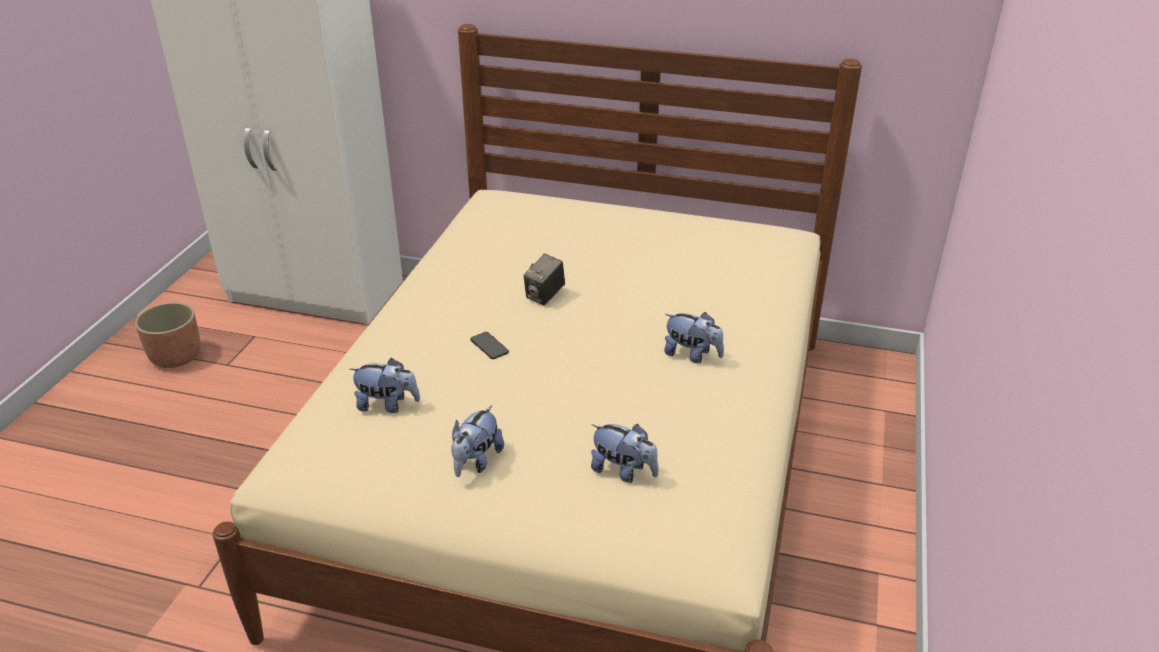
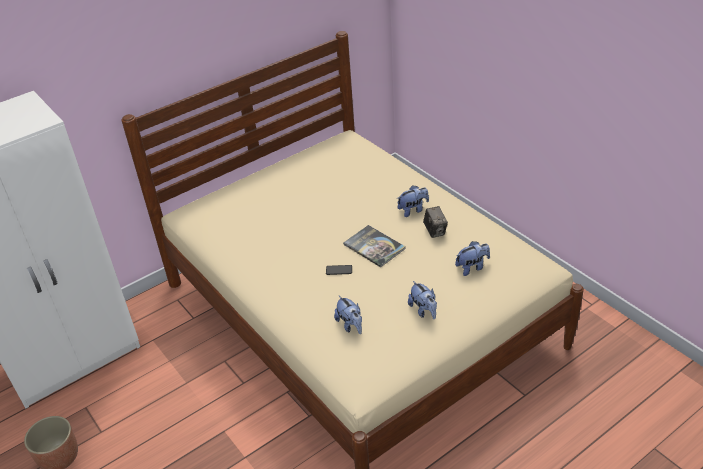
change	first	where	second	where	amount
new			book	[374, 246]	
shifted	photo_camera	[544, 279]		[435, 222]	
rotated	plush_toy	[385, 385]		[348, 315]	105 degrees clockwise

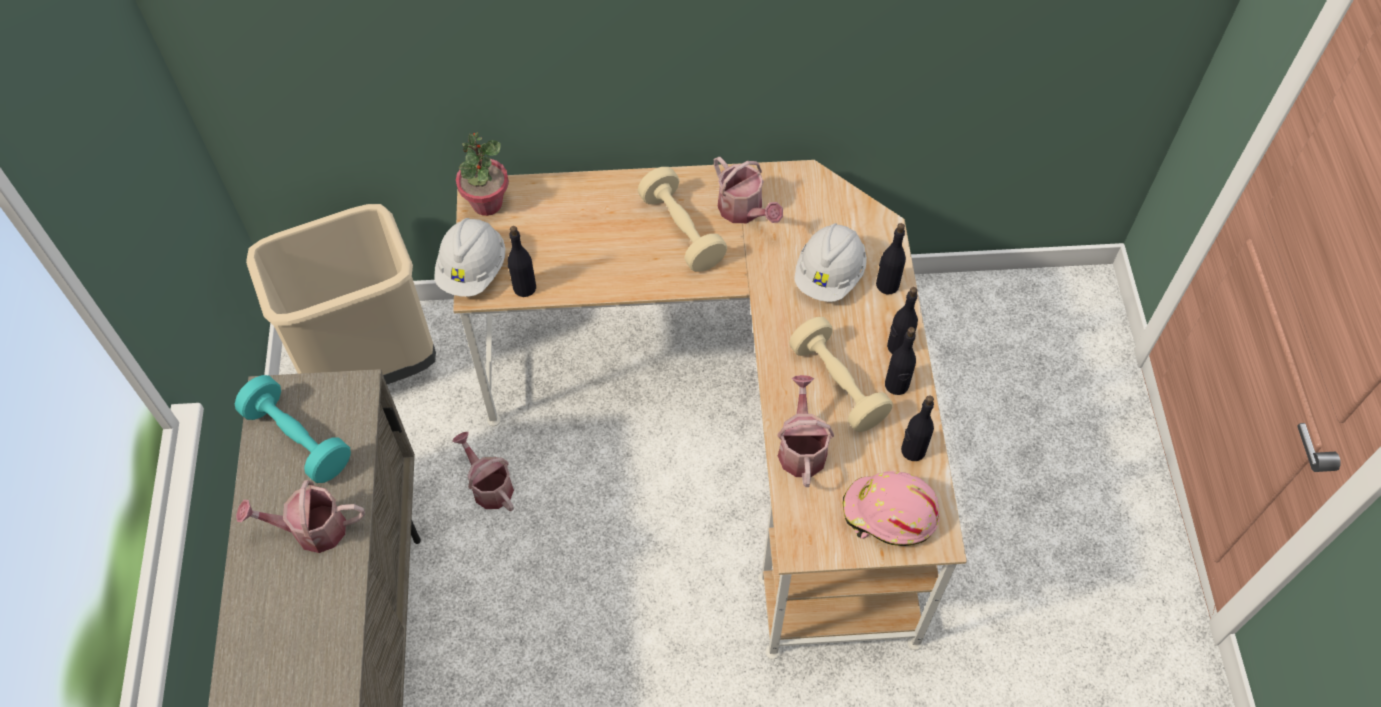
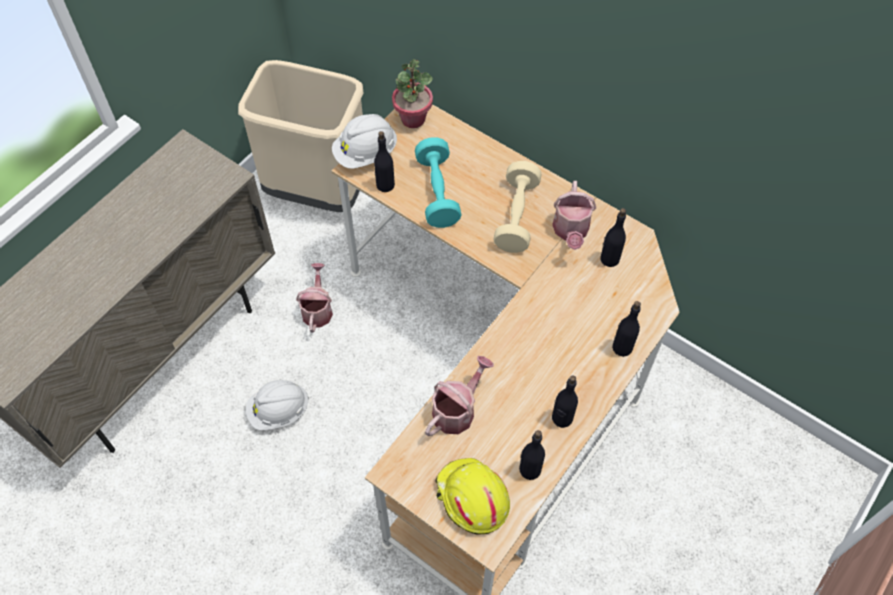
change	first	where	second	where	amount
gone	watering_can	[300, 516]			
gone	beige_dumbbell	[841, 374]			
shifted	turquoise_dumbbell	[293, 429]		[438, 182]	
shifted	white_hard_hat	[830, 262]		[277, 405]	
shifted	black_bottle	[902, 320]		[613, 237]	
repainted	pink_hard_hat	[891, 508]	yellow_hard_hat	[472, 496]	

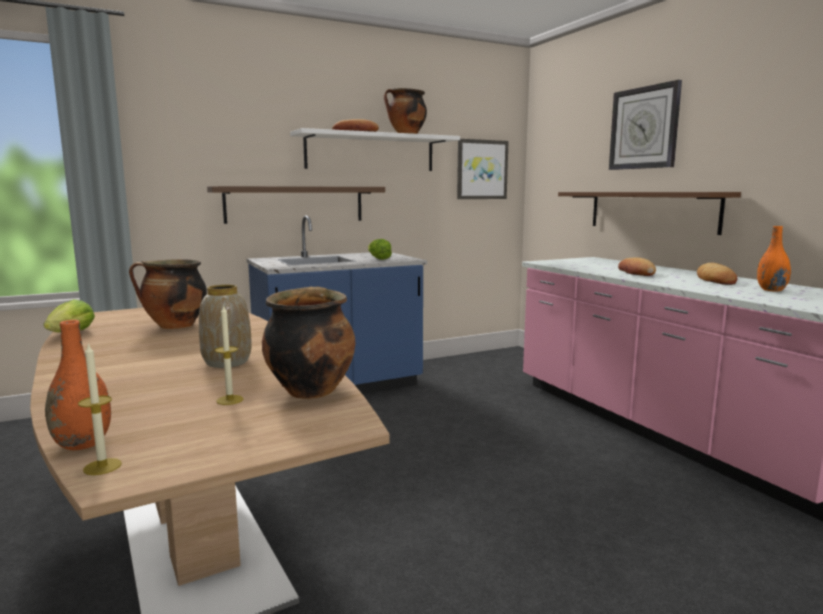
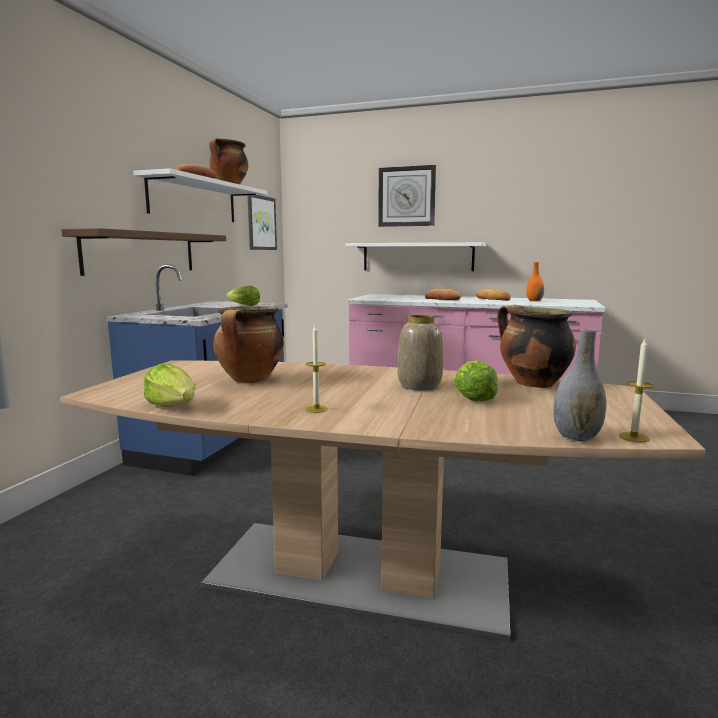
change	first	where	second	where	amount
new			lettuce	[476, 381]	
shifted	candle	[229, 355]		[316, 369]	
repainted	orange_vase	[78, 385]	grey_vase	[580, 385]	
repainted	brown_shelf	[649, 213]	white_shelf	[416, 256]	

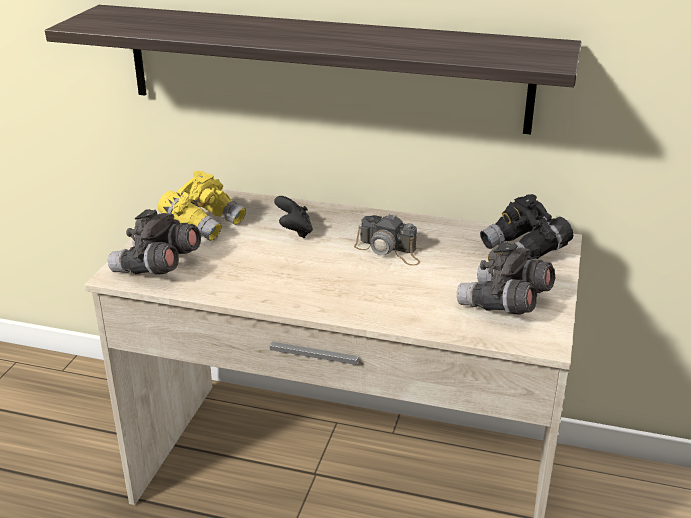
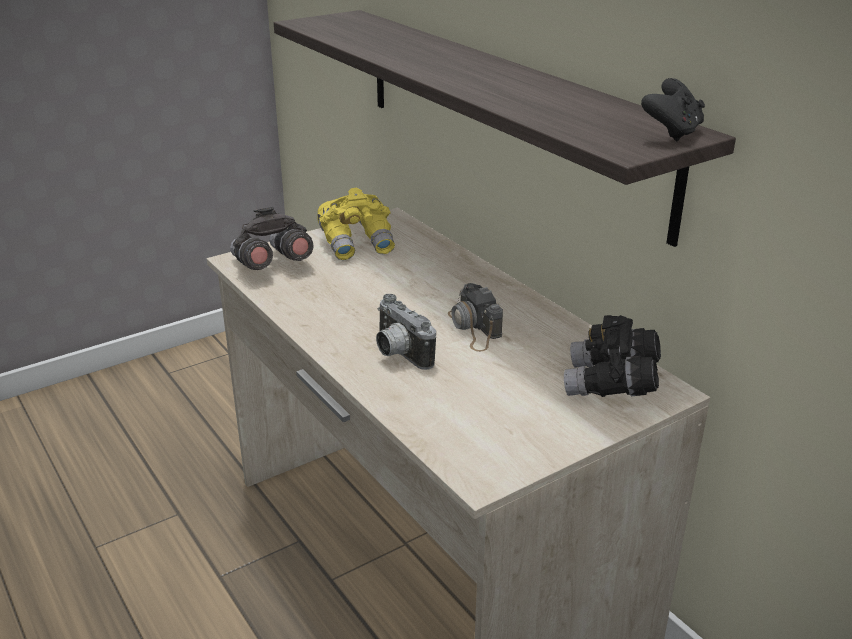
change	first	where	second	where	amount
gone	grey_binoculars	[506, 278]			
new			photo_camera	[406, 332]	
shifted	black_game_controller	[293, 217]		[673, 109]	

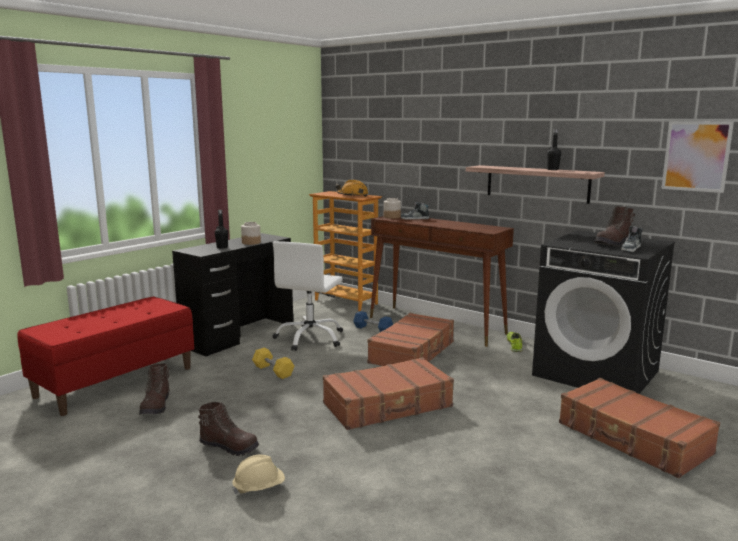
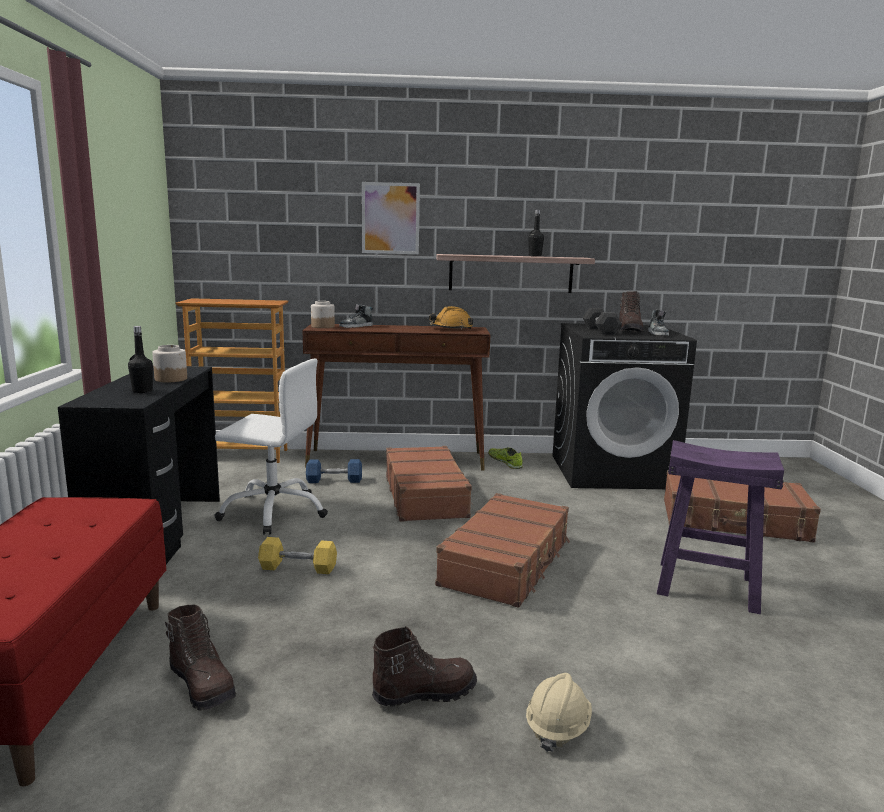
change	first	where	second	where	amount
new			grey_dumbbell	[602, 321]	
new			purple_stool	[720, 527]	
shifted	orange_hard_hat	[352, 188]		[451, 318]	
shifted	picture	[697, 157]		[391, 218]	
rotated	white_office_chair	[308, 296]		[271, 447]	60 degrees counterclockwise

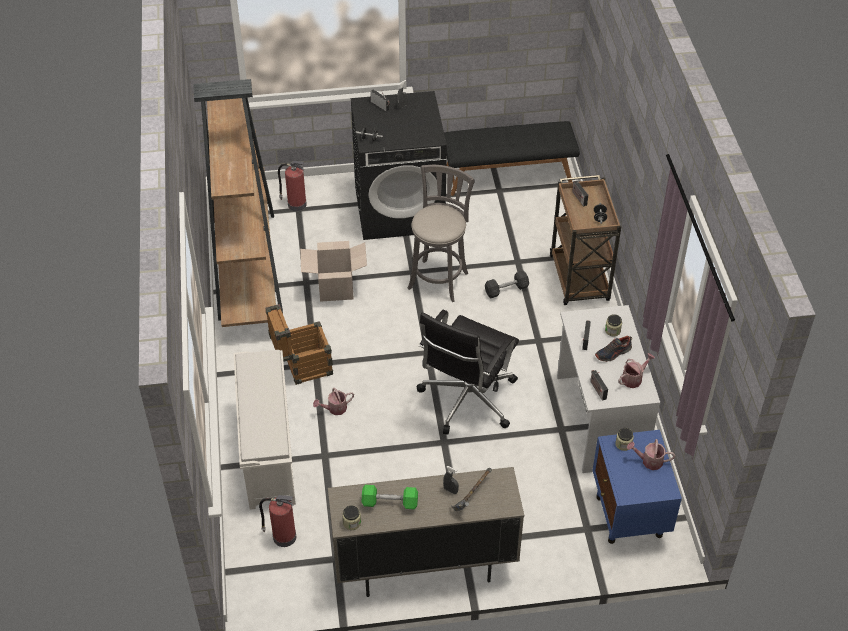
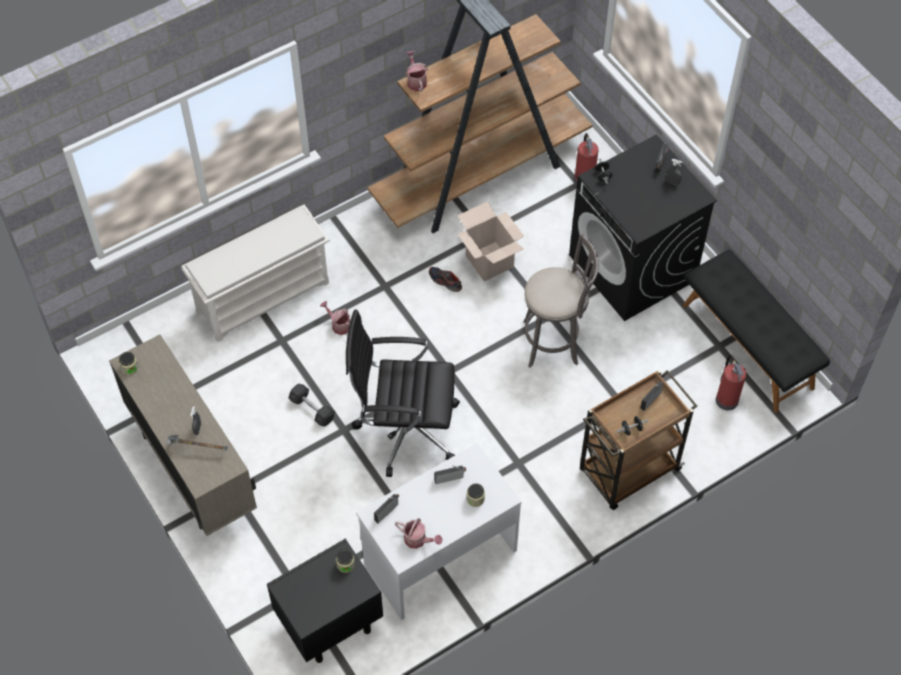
change	first	where	second	where	amount
gone	crate	[299, 344]			
gone	green_dumbbell	[390, 497]			
shifted	fire_extinguisher	[277, 521]		[731, 382]	
shifted	grey_dumbbell	[507, 284]		[311, 405]	
shifted	shoe	[613, 349]		[445, 279]	
shifted	watering_can	[651, 454]		[417, 71]	
repainted	blue_nightstand	[637, 487]	black_nightstand	[325, 601]	

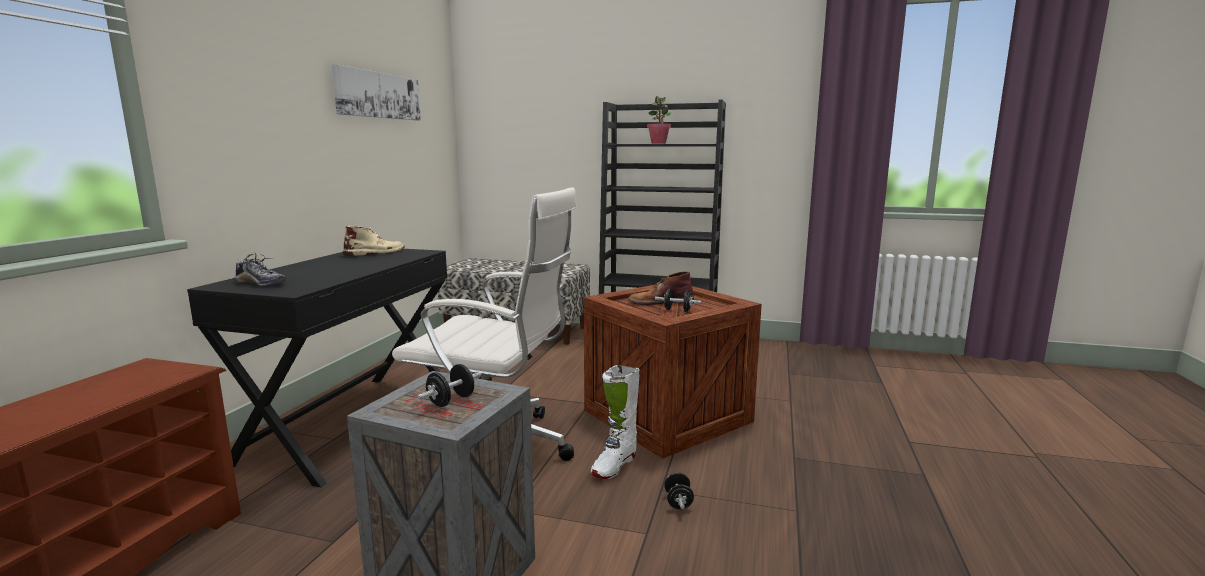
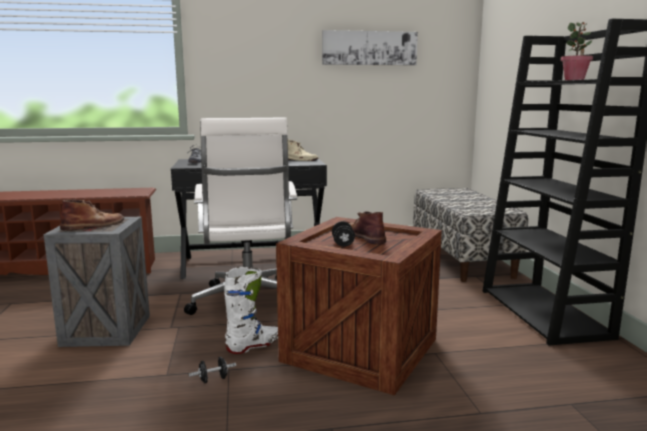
change	first	where	second	where	amount
swapped	black_dumbbell	[449, 385]	brown_boot	[92, 215]	
rotated	white_boot	[615, 422]		[251, 310]	135 degrees clockwise

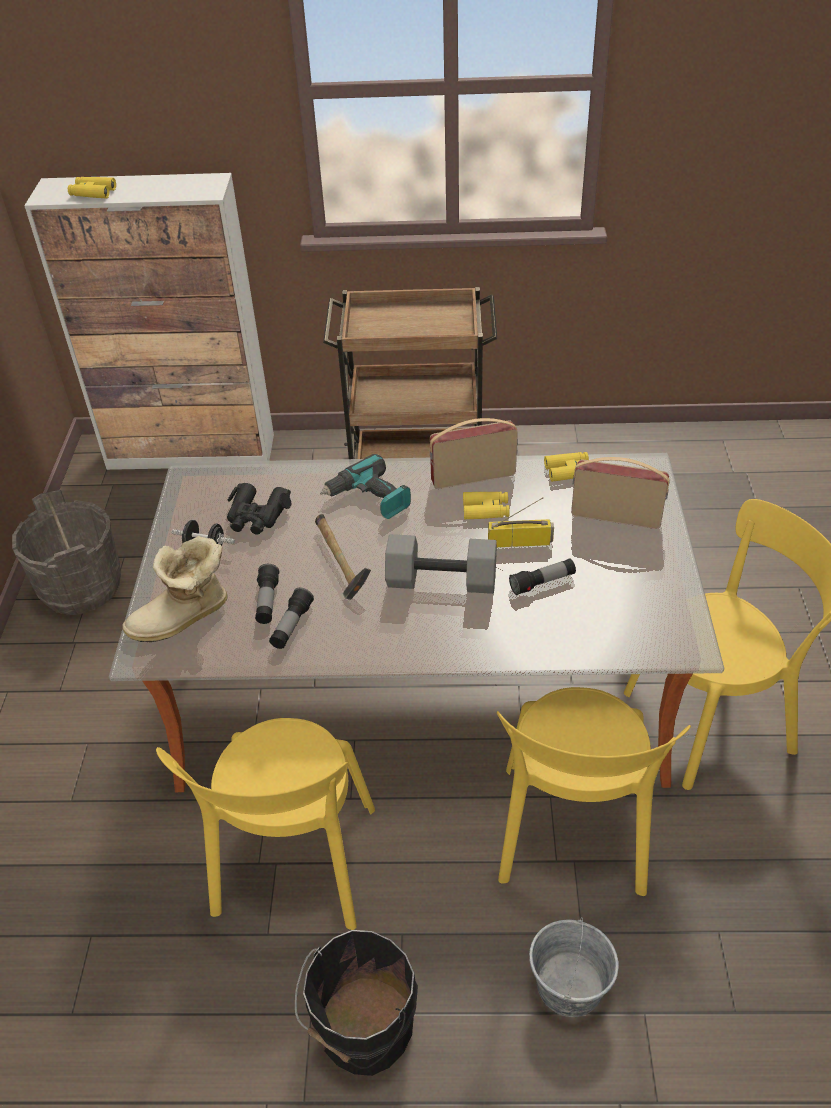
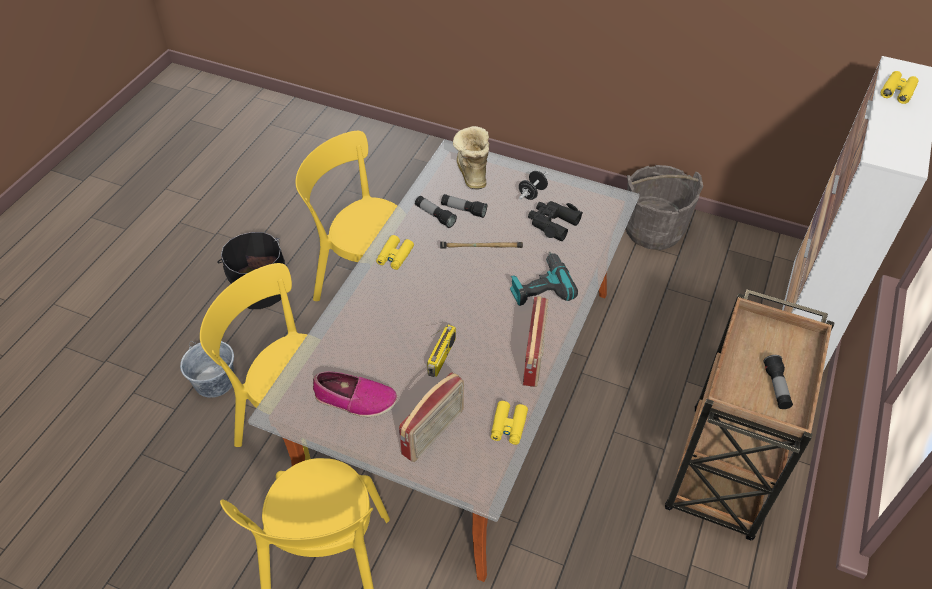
change	first	where	second	where	amount
gone	grey_dumbbell	[441, 564]			
new			shoe	[355, 394]	
shifted	yellow_binoculars	[486, 505]		[395, 252]	
shifted	flashlight	[542, 576]		[778, 382]	

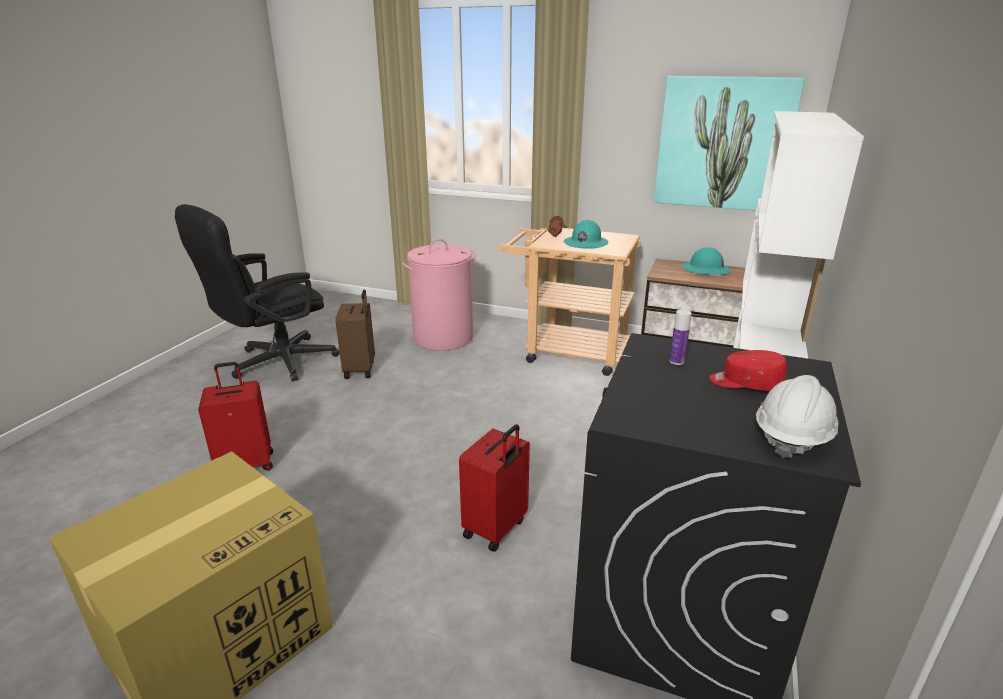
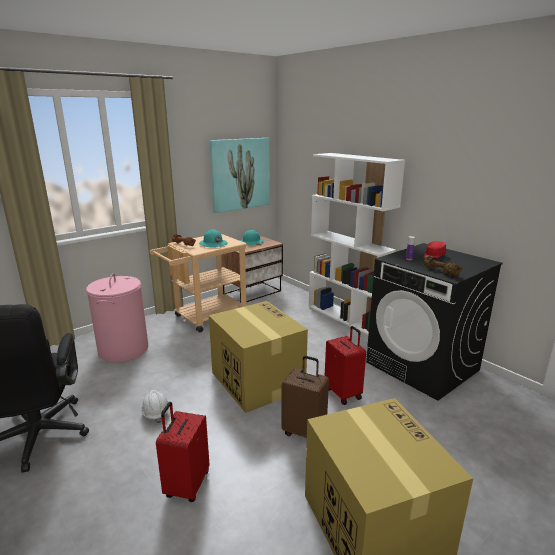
change	first	where	second	where	amount
new			cardboard_box	[258, 357]	
new			brown_dumbbell	[443, 266]	
shifted	brown_suitcase	[355, 334]		[305, 397]	
shifted	white_hard_hat	[797, 416]		[155, 406]	

